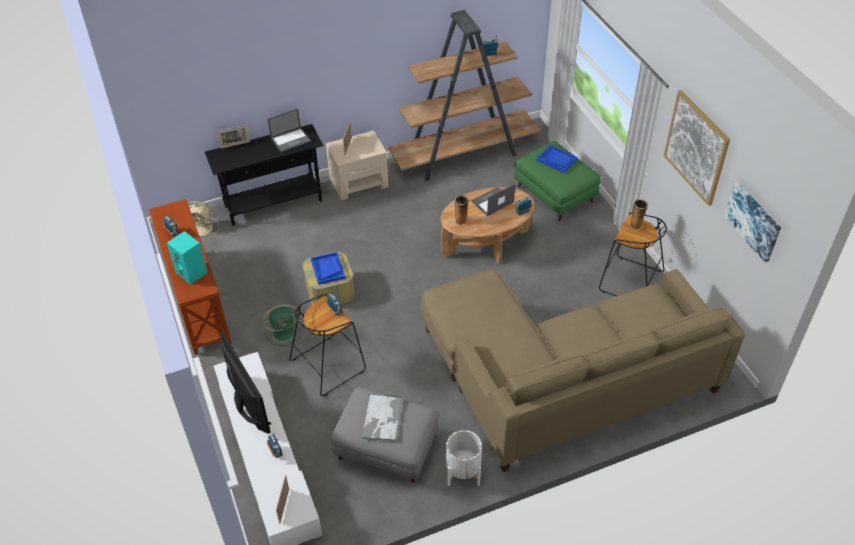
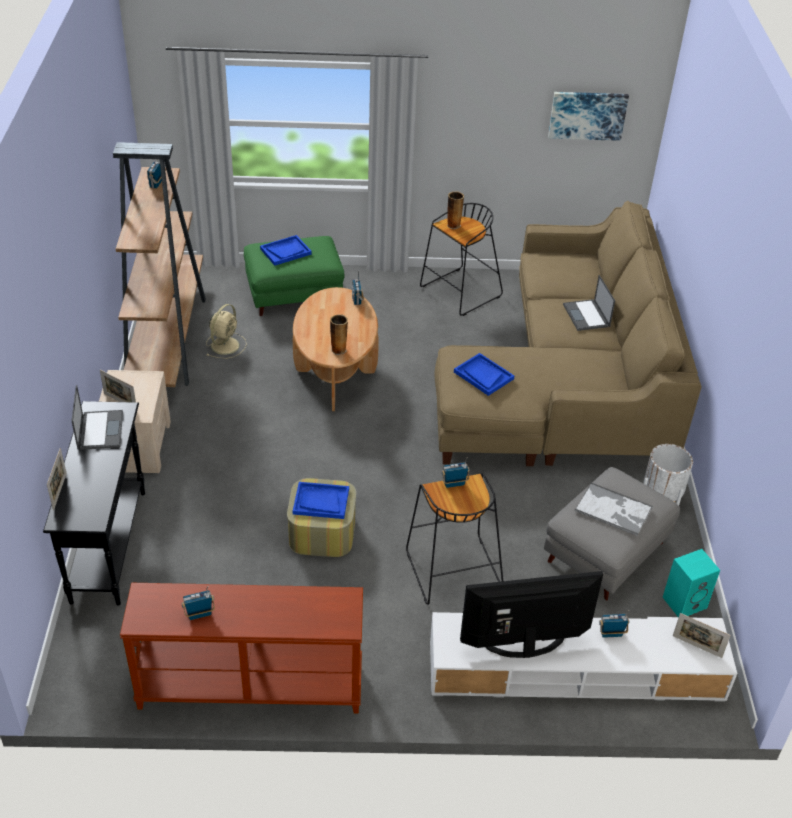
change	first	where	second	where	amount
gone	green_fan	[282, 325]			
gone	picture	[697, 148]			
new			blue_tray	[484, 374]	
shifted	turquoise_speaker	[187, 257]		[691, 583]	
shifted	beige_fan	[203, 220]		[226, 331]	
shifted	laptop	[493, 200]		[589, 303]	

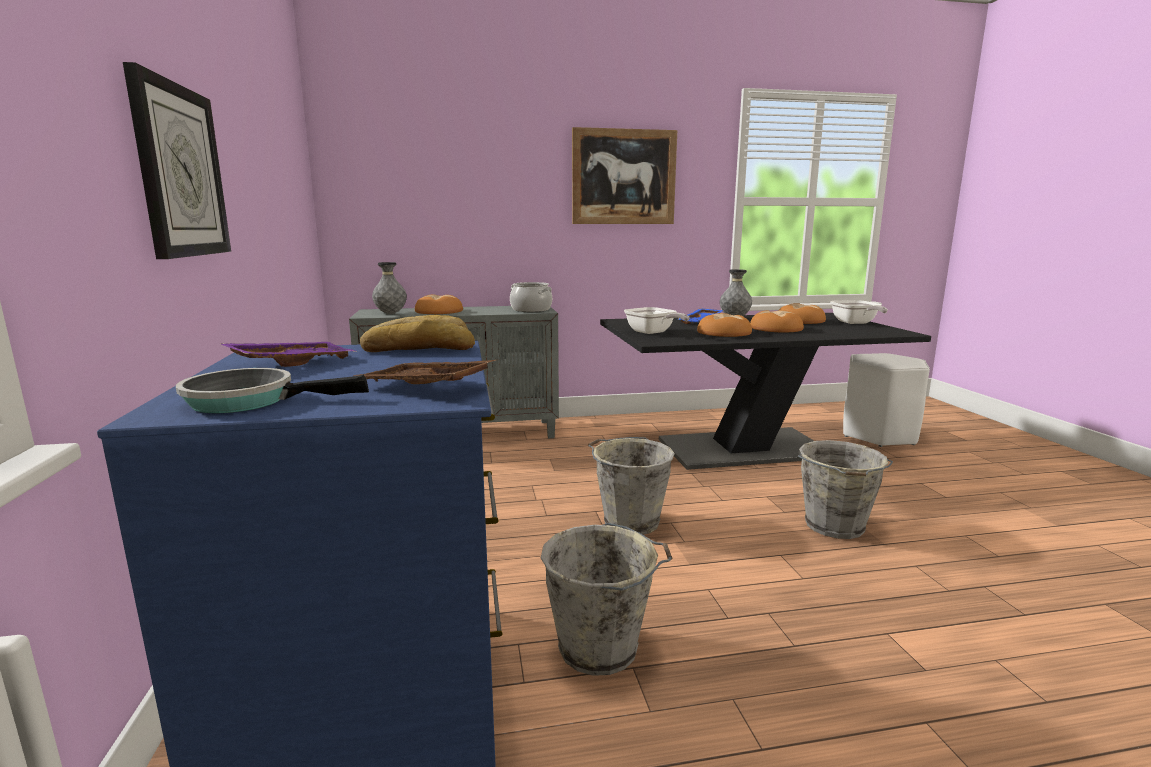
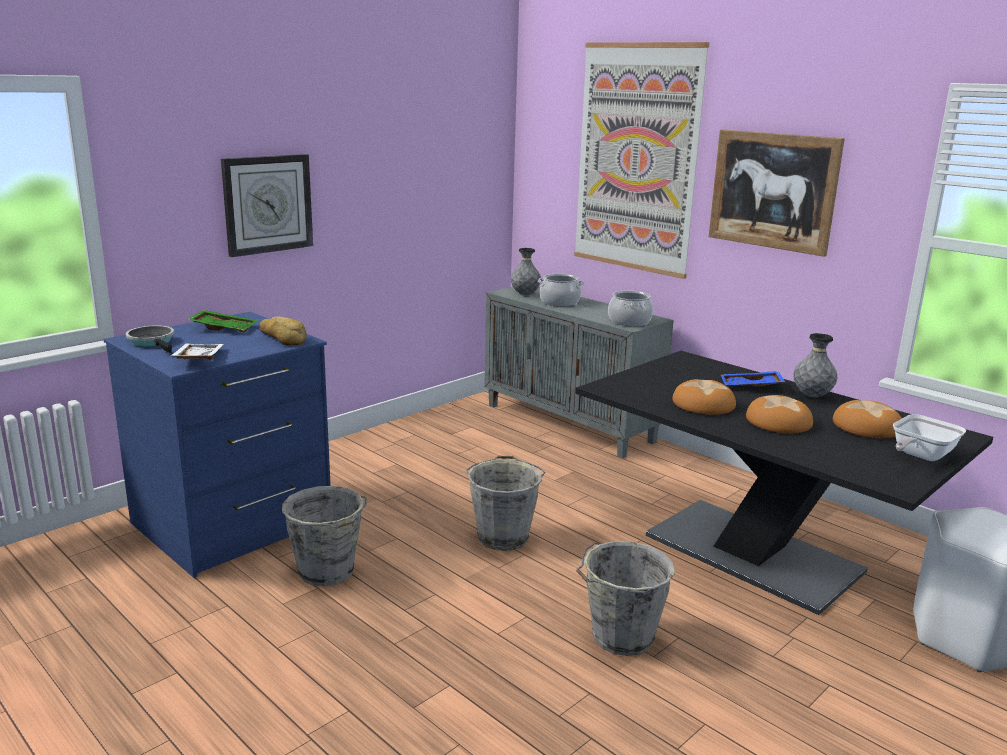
change	first	where	second	where	amount
gone	frying_pan	[657, 320]			
new			picture	[642, 160]	
swapped	bread	[439, 304]	cooking_pot	[561, 290]	
repainted	purple_tray	[287, 354]	green_tray	[223, 321]	
repainted	brown_tray	[424, 372]	white_tray	[197, 352]	

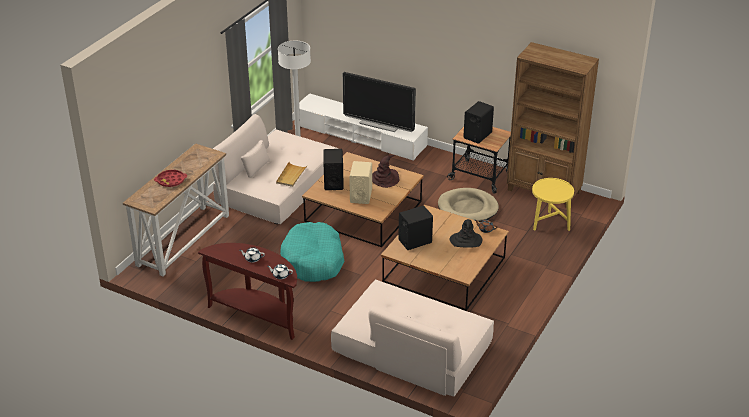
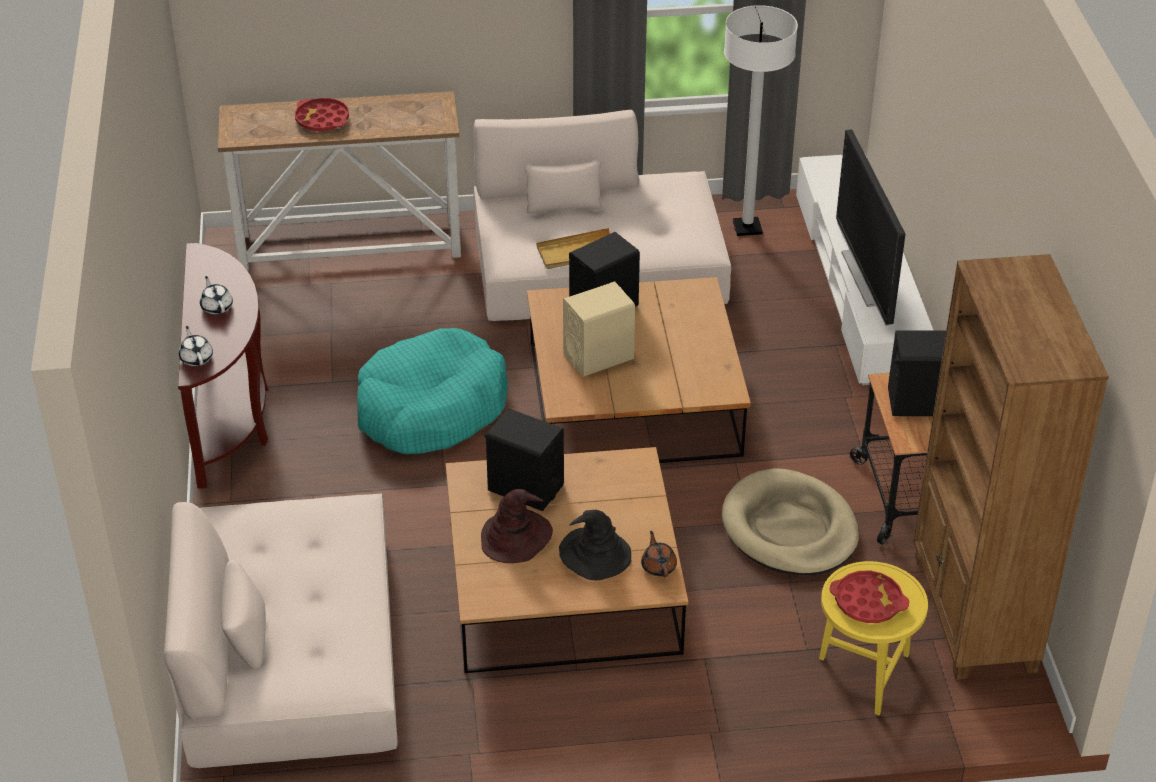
change	first	where	second	where	amount
new			red_tray	[869, 597]	
shifted	brown_hat	[385, 171]		[517, 526]	

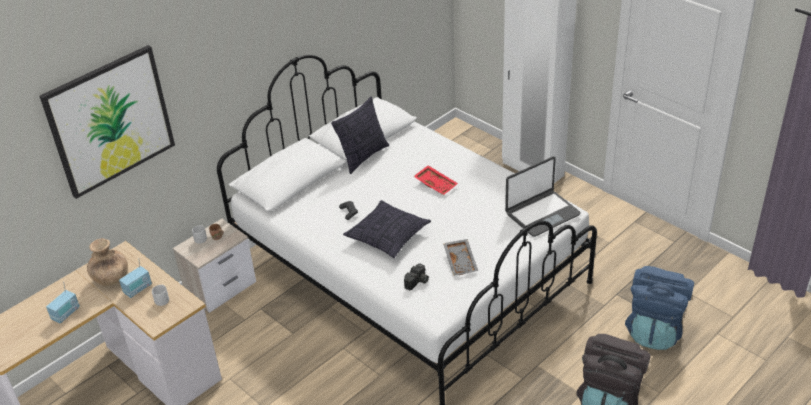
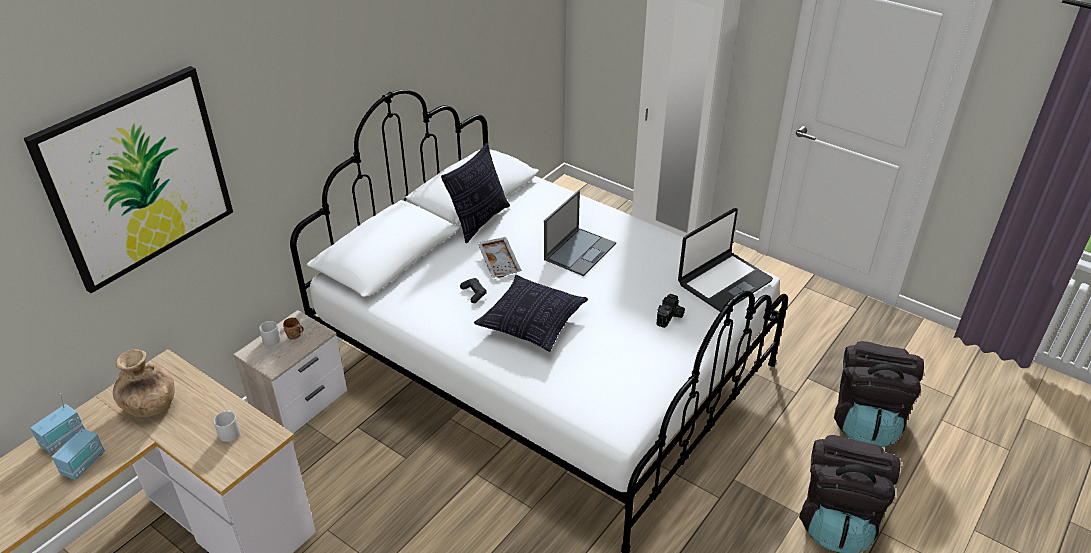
change	first	where	second	where	amount
shifted	radio	[135, 278]		[57, 423]	
shifted	photo_camera	[416, 277]		[671, 311]	
shifted	grey_tray	[460, 257]		[500, 257]	
swapped	red_tray	[435, 180]	laptop	[580, 233]	
repainted	blue_backpack	[659, 308]	black_backpack	[879, 394]	

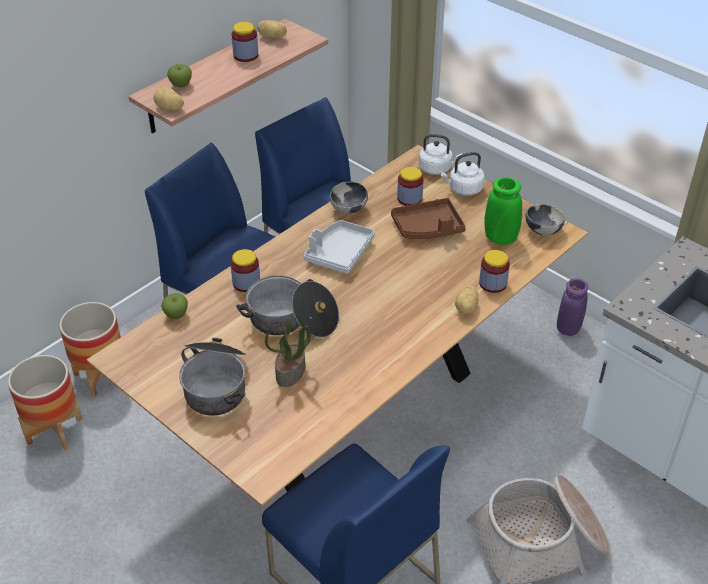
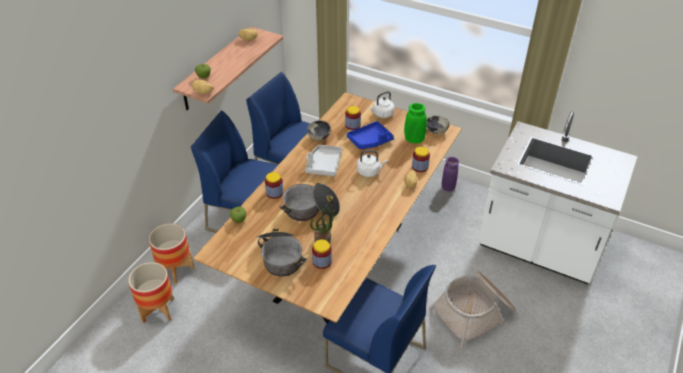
change	first	where	second	where	amount
shifted	jar	[244, 42]		[322, 254]	
shifted	white_kettle	[440, 154]		[372, 163]	
repainted	brown_tray	[428, 218]	blue_tray	[370, 135]	

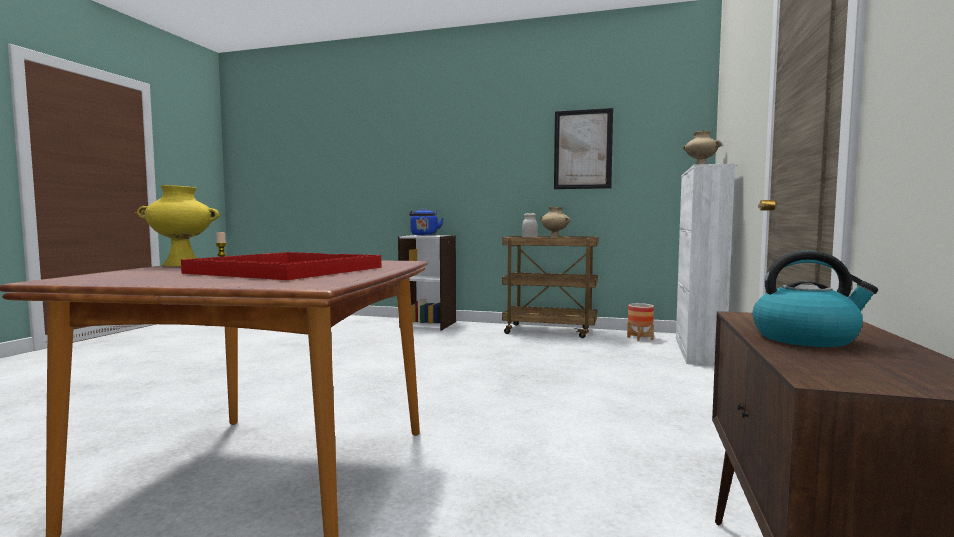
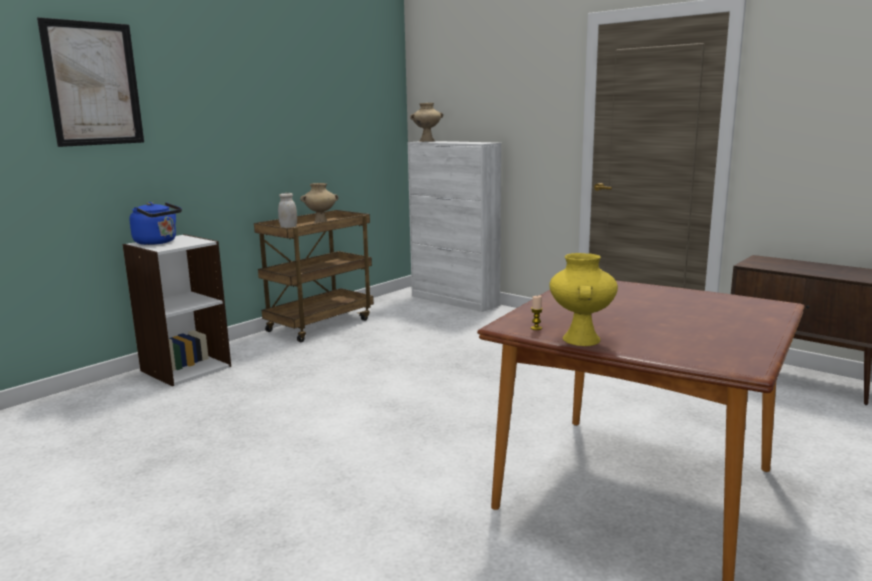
change	first	where	second	where	amount
gone	red_tray	[281, 266]			
gone	planter	[640, 322]			
gone	kettle	[815, 299]			
shifted	picture	[583, 148]		[90, 82]	

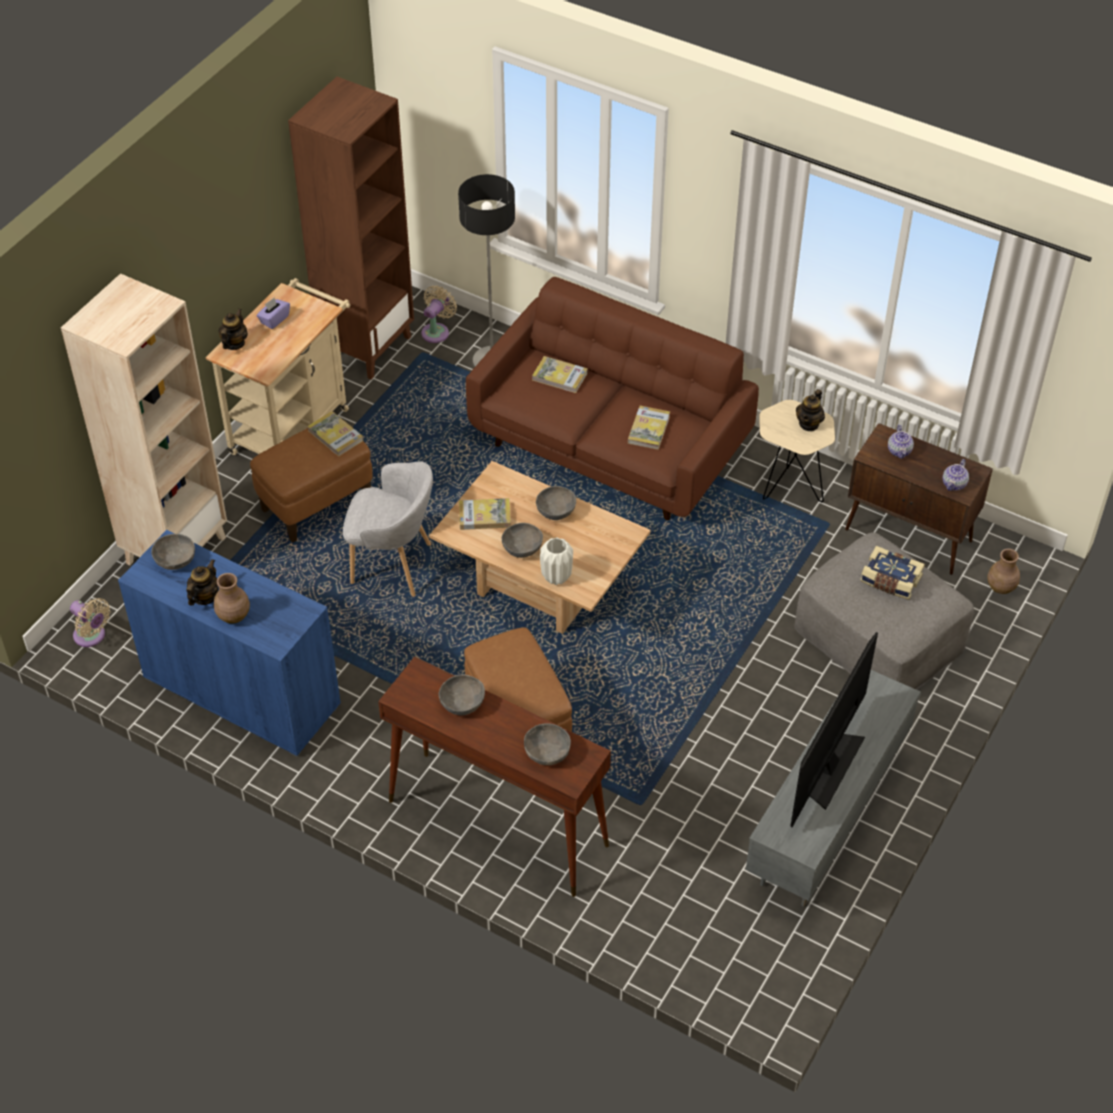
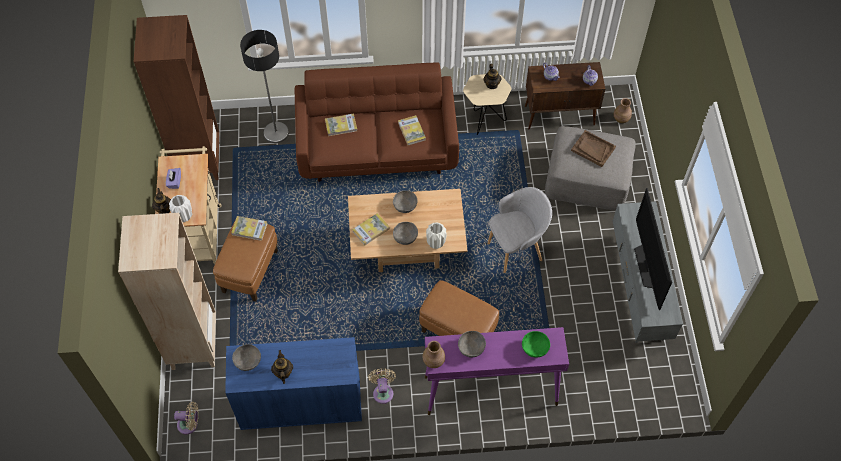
change	first	where	second	where	amount
new			white_vase	[180, 208]	
shifted	brown_vase	[232, 598]		[433, 354]	
shifted	grey_armchair	[388, 529]		[519, 230]	
shifted	beige_fan	[439, 314]		[382, 386]	
swapped	book	[893, 573]	brown_tray	[593, 148]	
repainted	brown_console_table	[494, 776]	purple_console_table	[497, 371]	
repainted	grey_bowl	[547, 744]	green_bowl	[536, 344]	

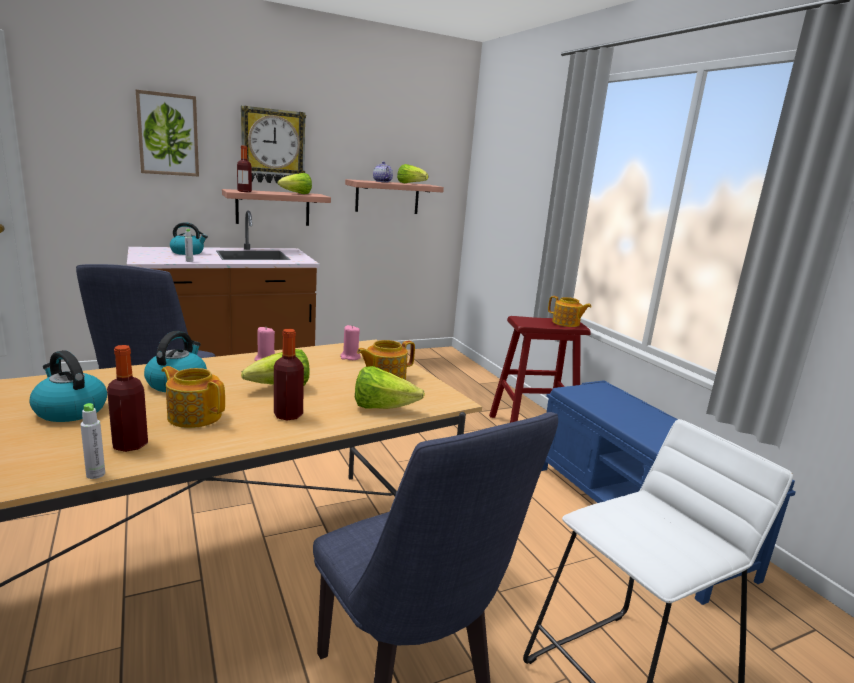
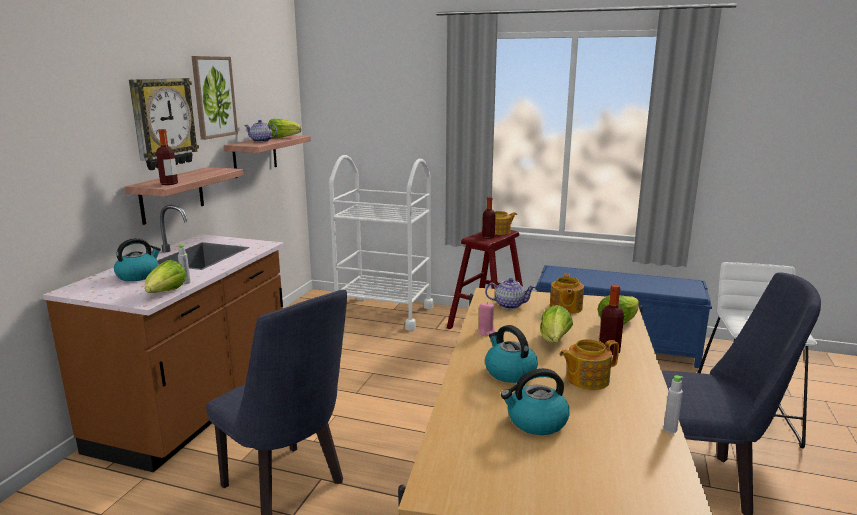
change	first	where	second	where	amount
new			white_cart	[381, 243]	
shifted	bottle	[127, 398]		[489, 218]	
shifted	picture	[167, 133]		[215, 98]	
shifted	lettuce	[295, 183]		[166, 276]	
swapped	pink_candle	[350, 342]	teapot	[510, 293]	

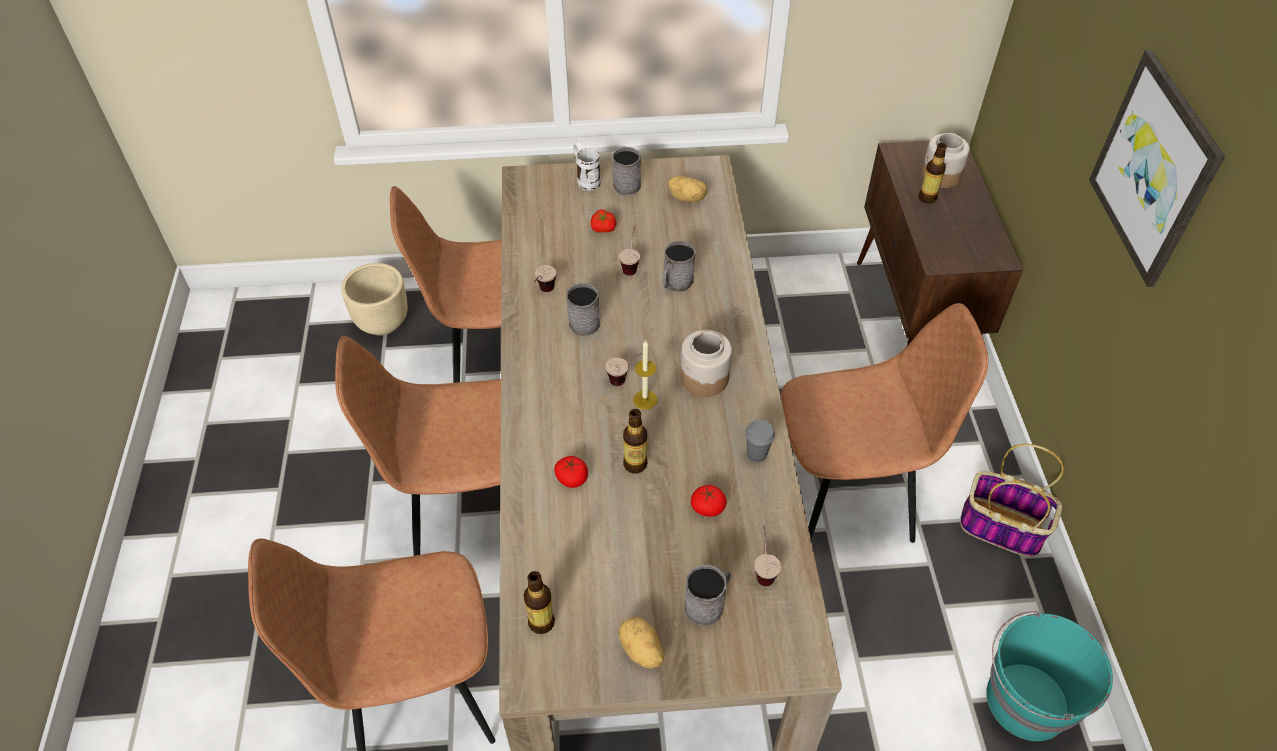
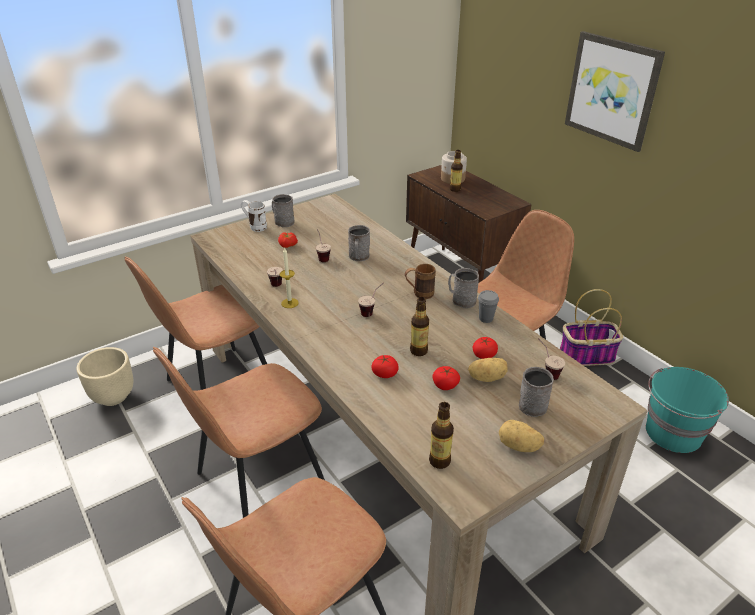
change	first	where	second	where	amount
new			tomato	[446, 378]	
shifted	grey_mug	[583, 309]		[463, 288]	
shifted	candle	[645, 375]		[289, 277]	
shifted	potato	[687, 189]		[488, 370]	
swapped	jar	[706, 363]	brown_mug	[420, 281]	

